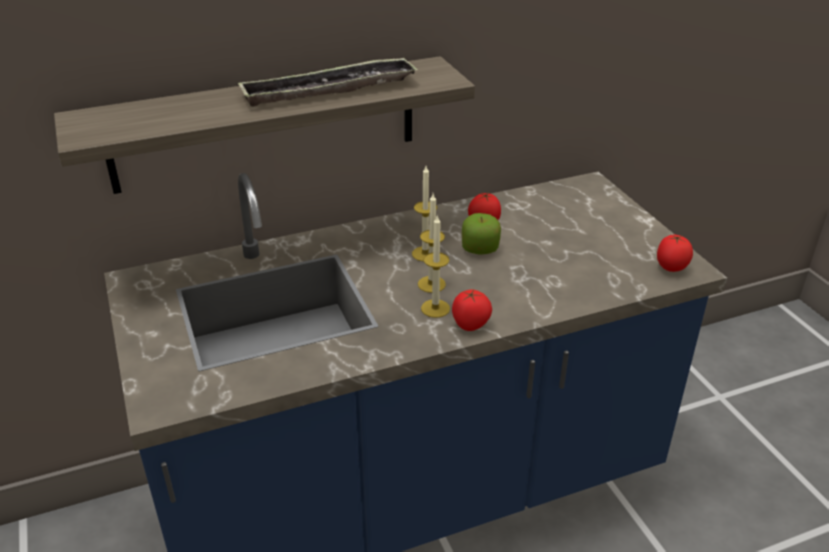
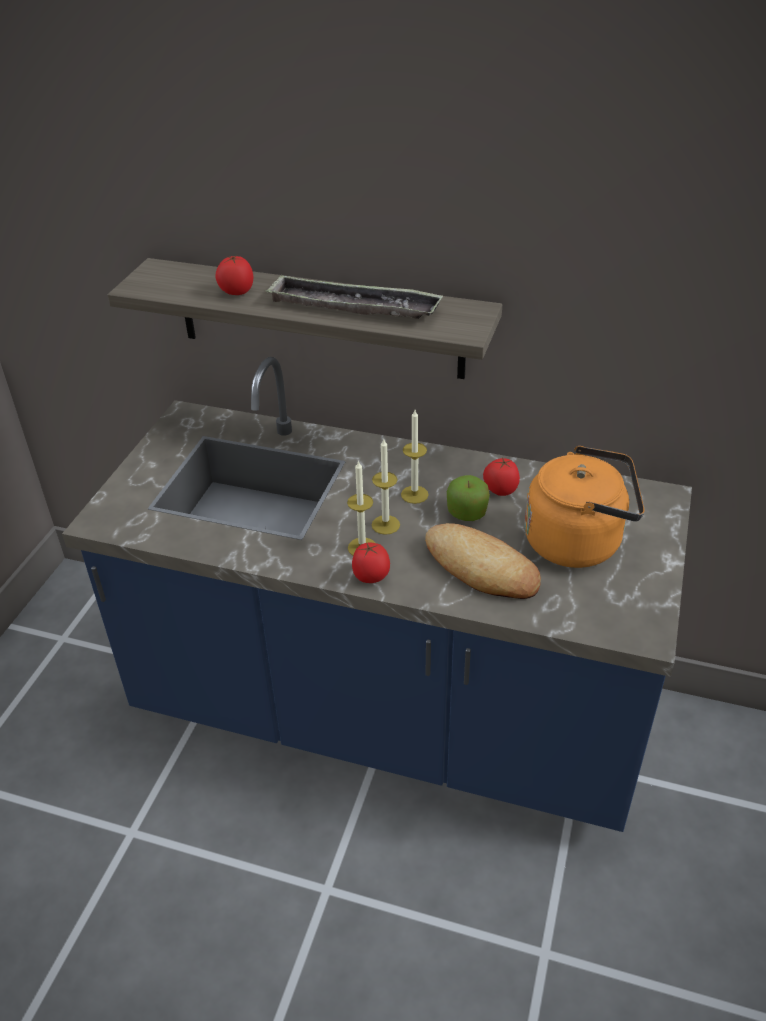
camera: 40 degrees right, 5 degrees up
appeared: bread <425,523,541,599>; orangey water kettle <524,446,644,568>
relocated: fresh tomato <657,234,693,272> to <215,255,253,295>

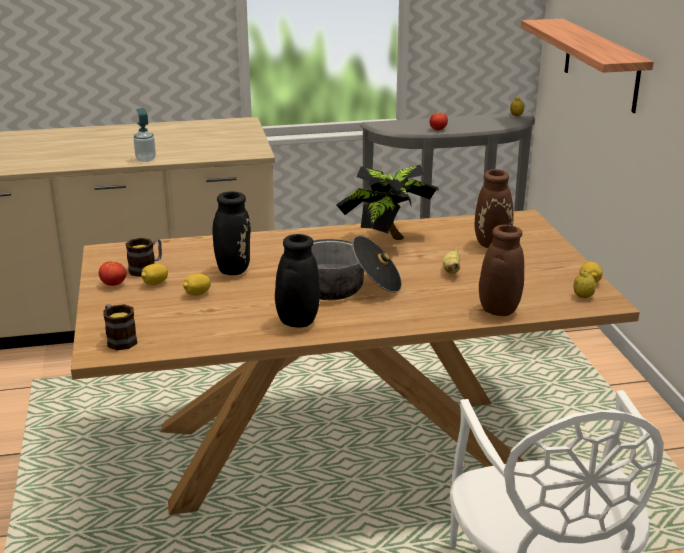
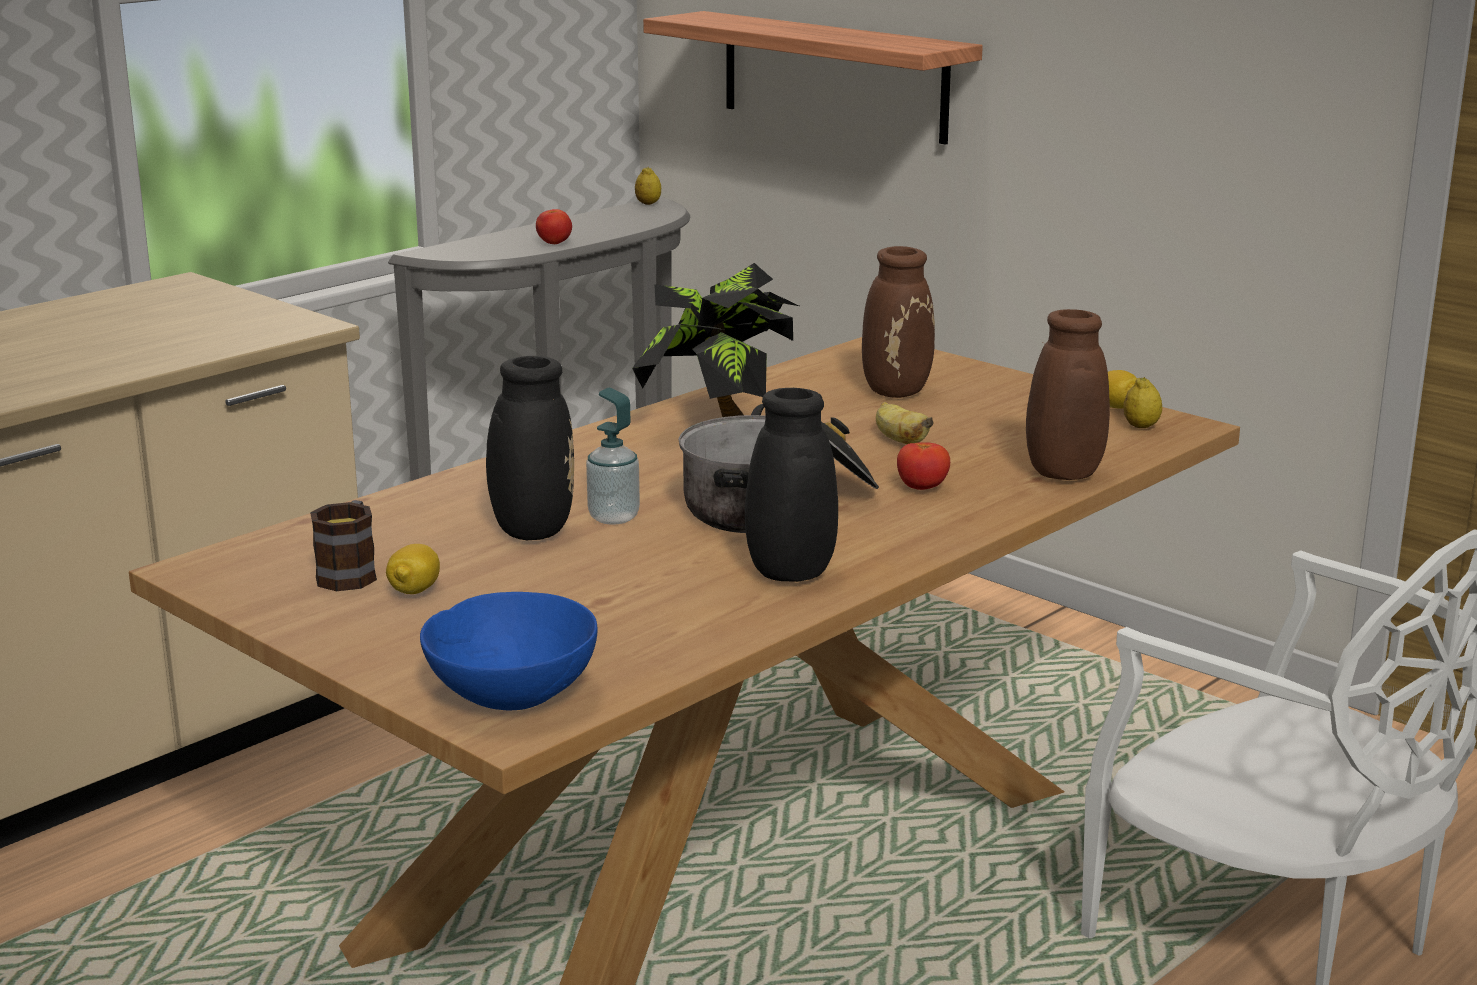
camera: 35 degrees left, 5 degrees down
missing: citrus fruit <183,274,211,296>
relocated: liquid soap bottle <133,108,156,162> to <586,388,640,525>; fresh tomato <99,261,126,286> to <897,442,950,490>
exchanged: coffee mug <103,304,137,350> to bluish deep dish <420,592,597,711>

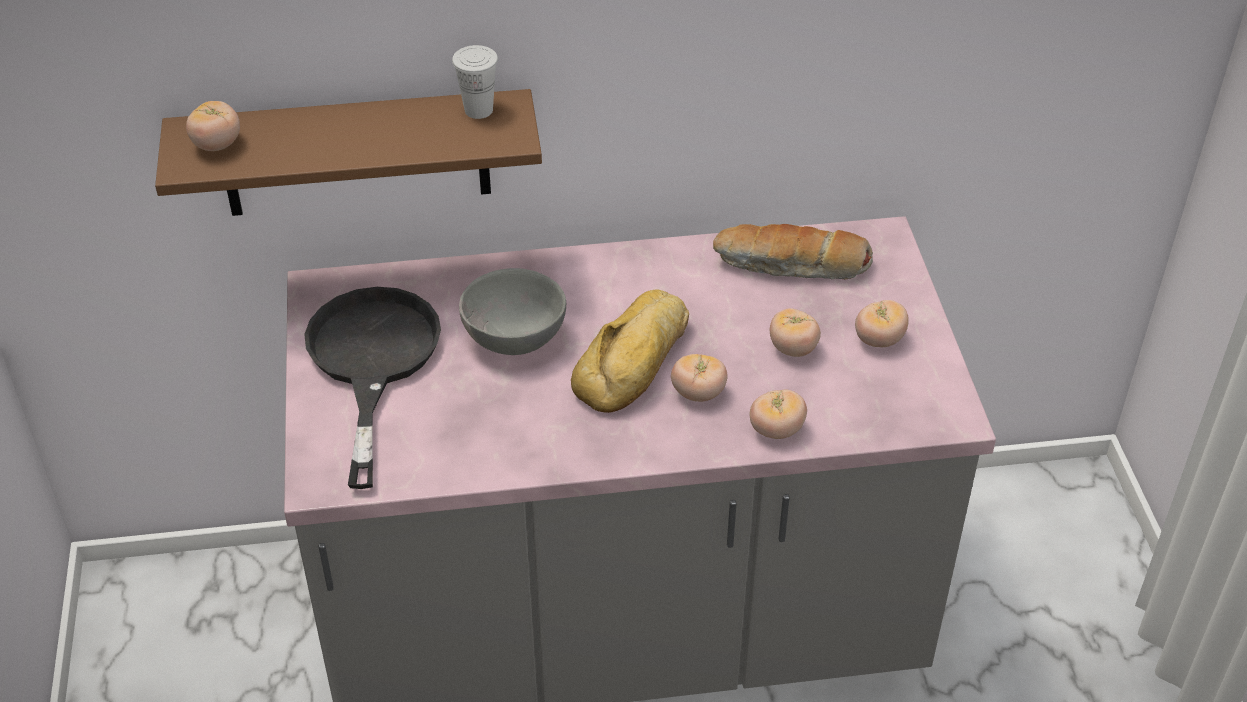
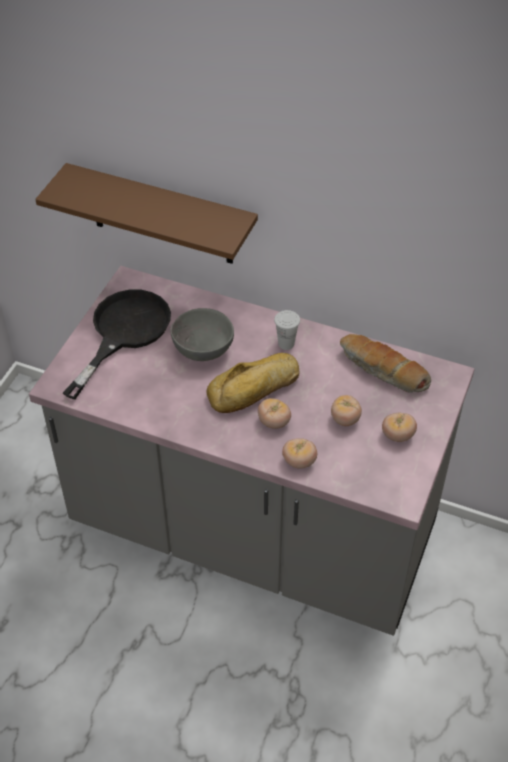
camera: 30 degrees right, 5 degrees up
missing: fresh tomato <186,101,240,151>
relocated: whitish small cup <452,45,498,119> to <274,310,300,350>

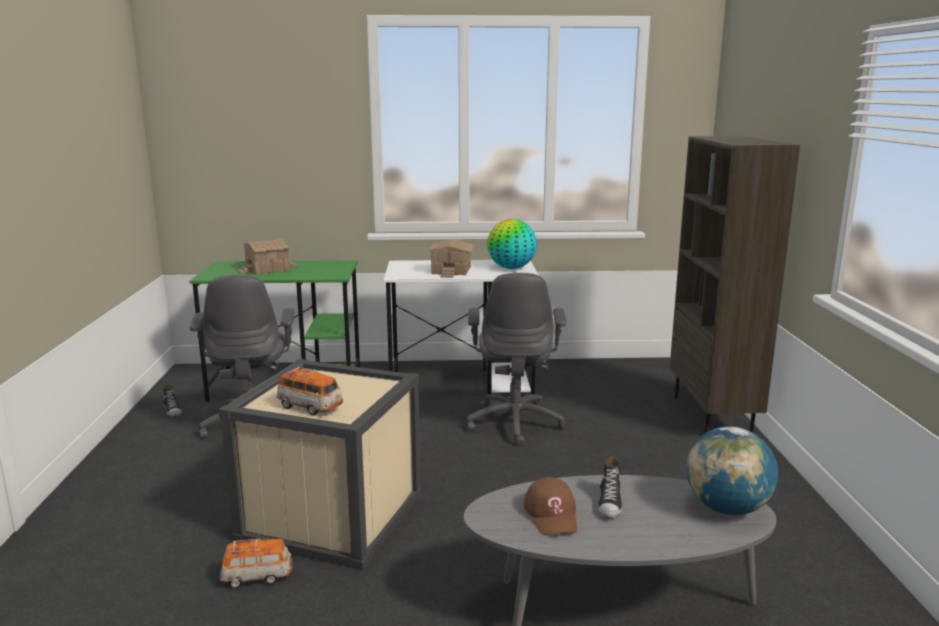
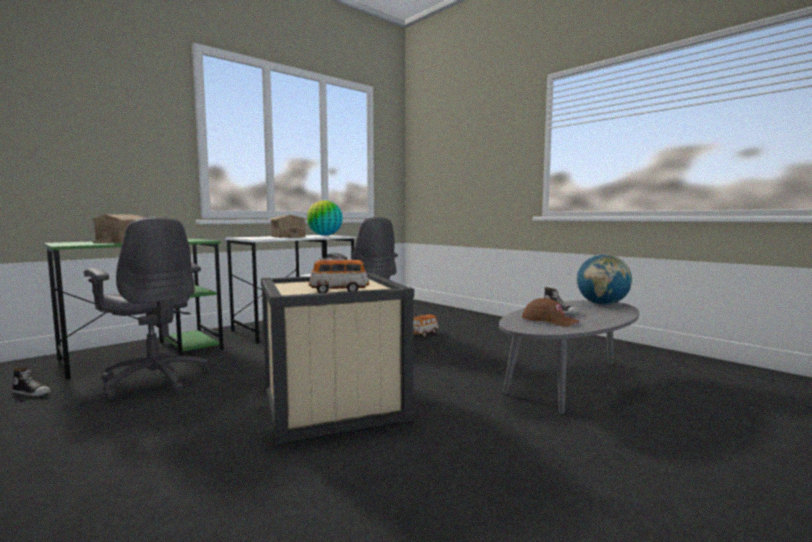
camera: 40 degrees left, 10 degrees down
missing: brown bookcase <670,136,800,434>
relocated: miniature car <219,539,293,589> to <413,315,439,337>

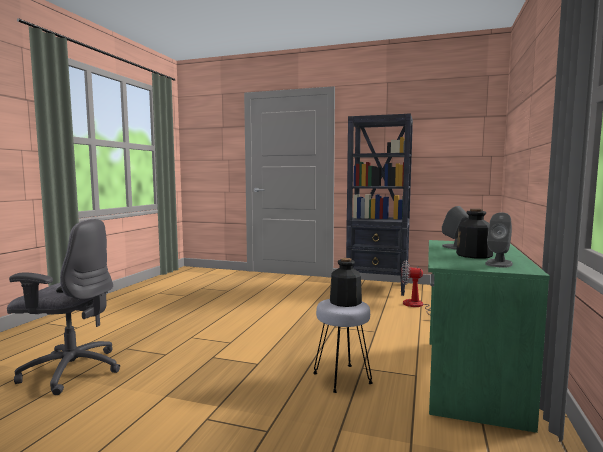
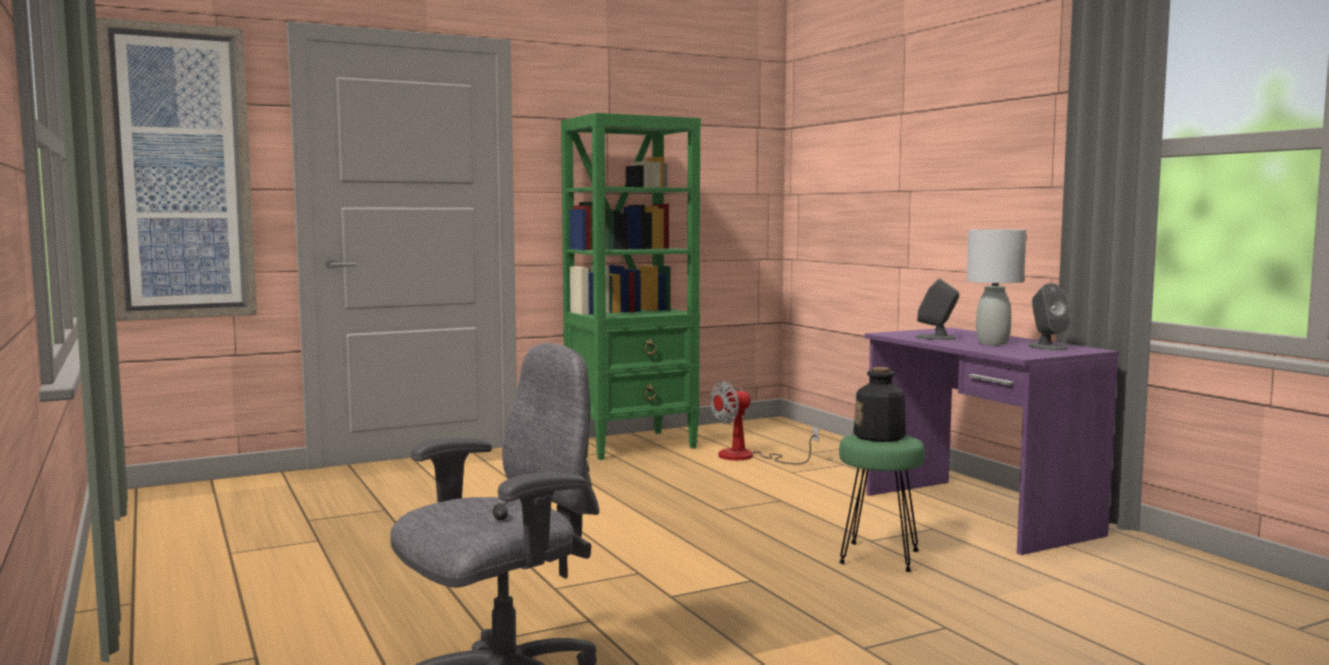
camera: 45 degrees left, 0 degrees up
appeared: wall picture <96,17,257,321>
exchanged: beverage bottle <456,209,493,259> to grey lamp for a table <967,229,1026,345>
colour: blackish bookcase <346,113,413,296> to greenish bookcase <561,113,701,460>; grey stool seat <313,299,373,393> to greenish stool seat <839,434,925,572>; greenish desk table <428,240,550,433> to purple-coloured desk table <864,328,1119,555>

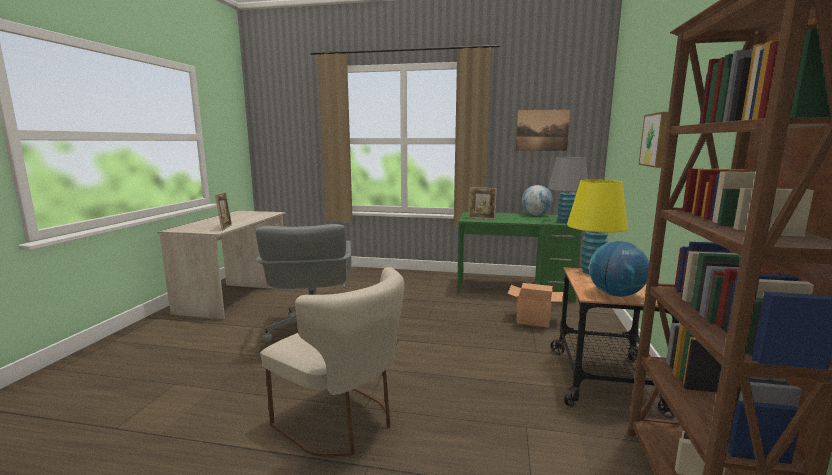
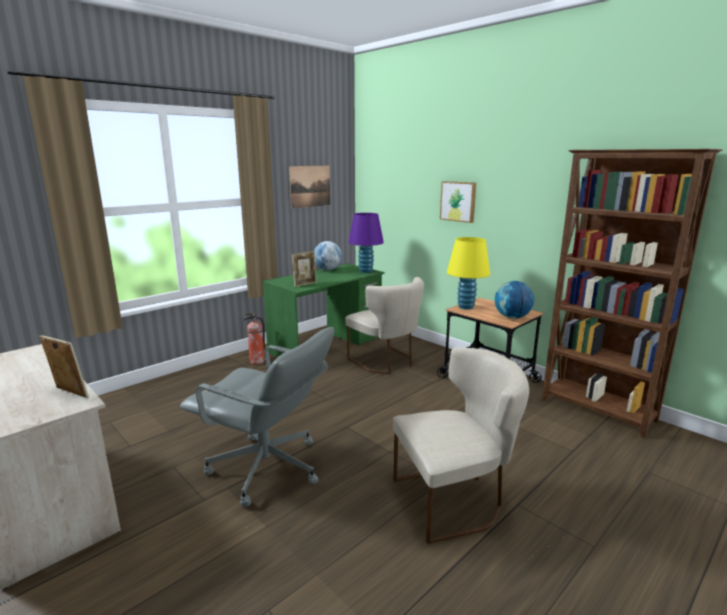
camera: 55 degrees left, 5 degrees up
appeared: extinguisher <242,313,265,364>
exchanged: packing box <508,283,563,328> to beige plain chair <345,277,424,374>
colour: grey lamp for a table <548,157,588,223> to purple-coloured lamp for a table <348,213,384,273>

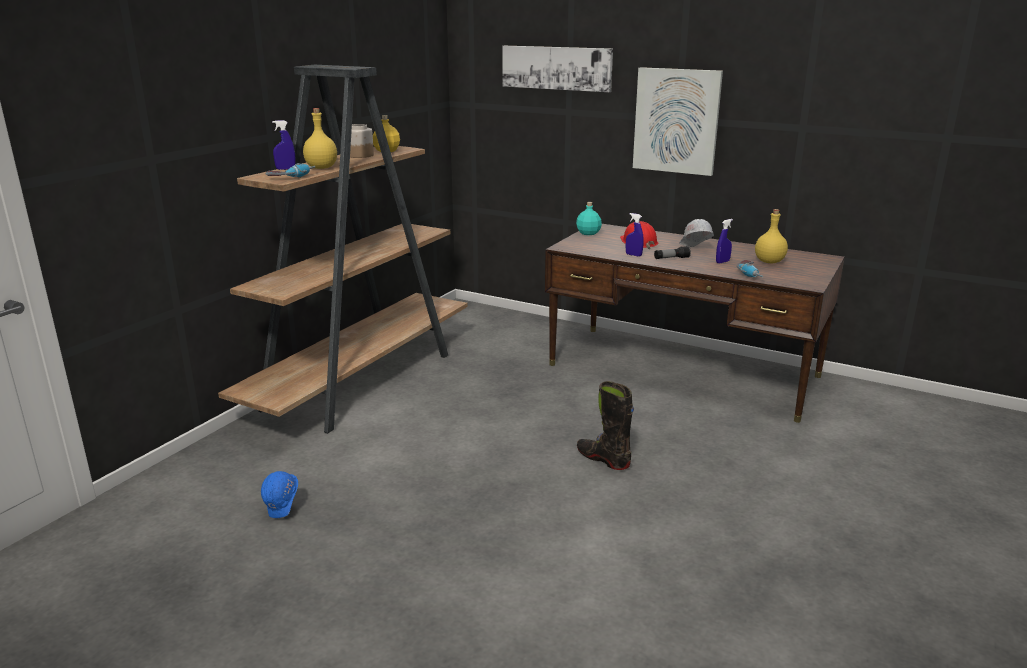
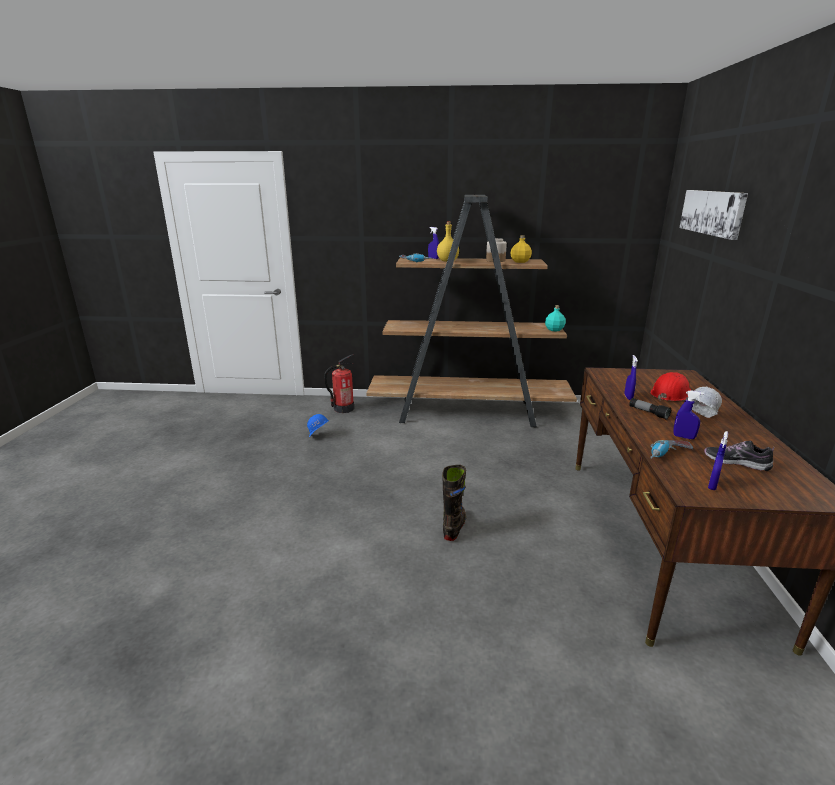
camera: 65 degrees right, 0 degrees up
missing: wall picture <633,67,723,176>
appeared: extinguisher <324,354,354,413>; bluish sprayer <708,431,728,490>
relocated: turquoise beverage bottle <576,202,602,235> to <545,305,566,331>
exchanged: yellowish beverage bottle <755,209,788,263> to shoe <704,440,774,471>

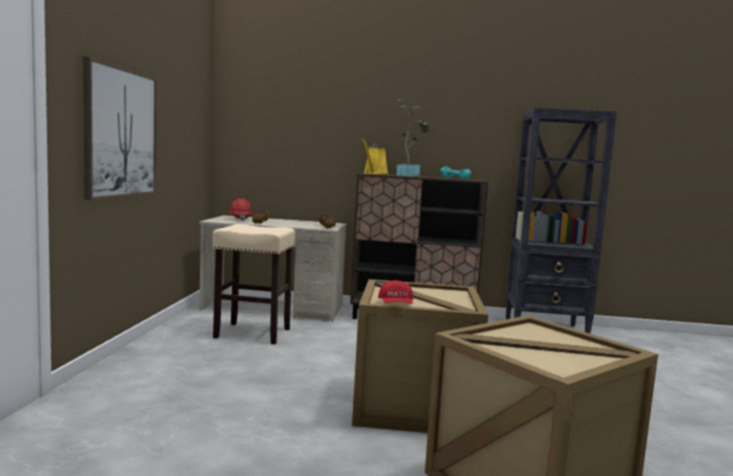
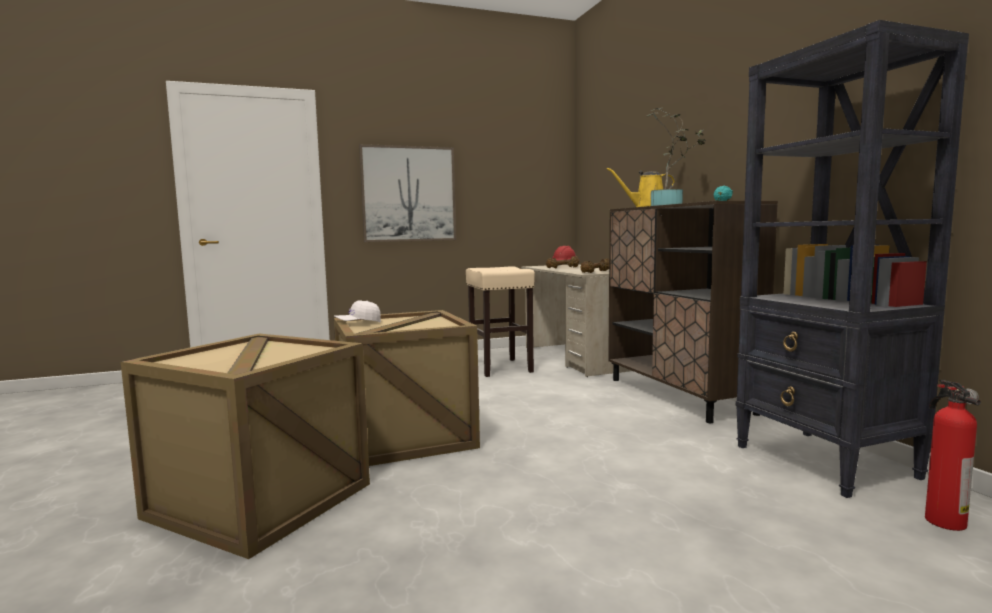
camera: 65 degrees right, 0 degrees up
appeared: extinguisher <925,380,981,531>
colour: reddish peaked cap <378,280,413,304> to whitish peaked cap <335,300,381,323>

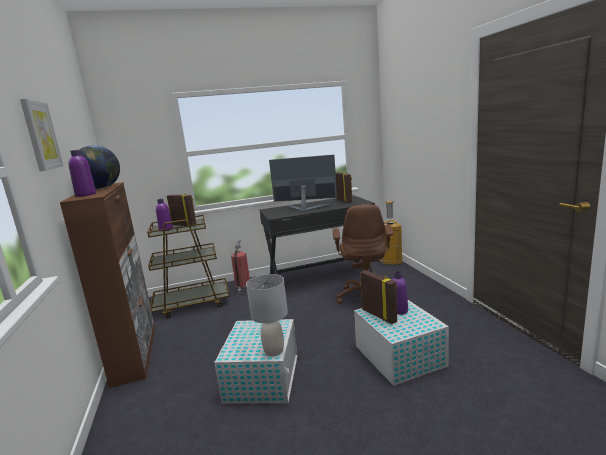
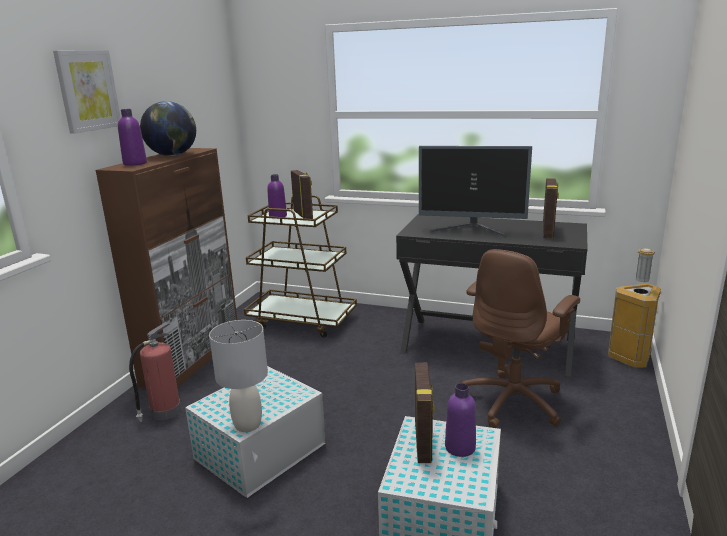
camera: 35 degrees right, 5 degrees up
relocated: extinguisher <231,240,250,293> to <129,322,181,422>
spun: computer screen <269,155,337,212> = <419,146,532,237> 150 degrees clockwise

